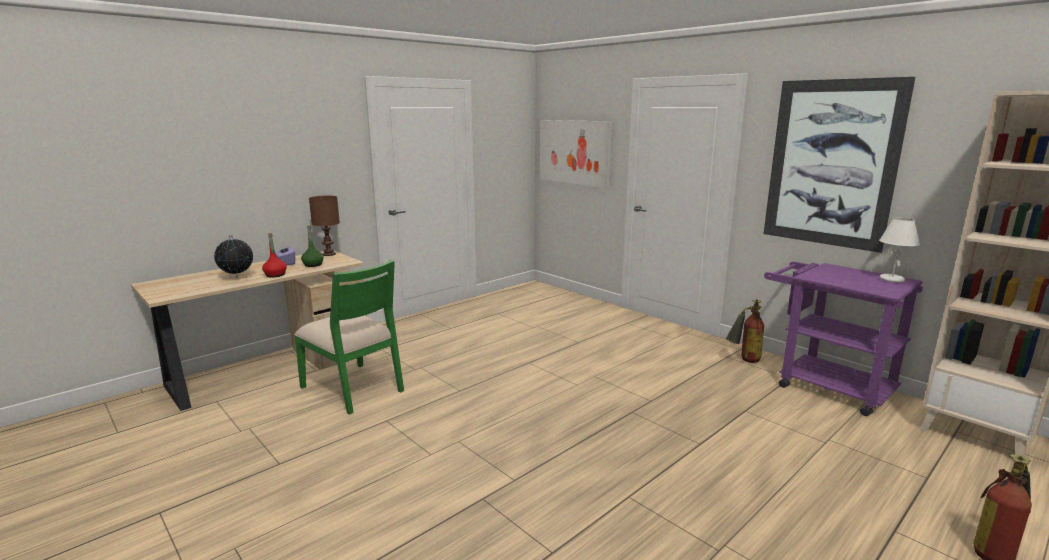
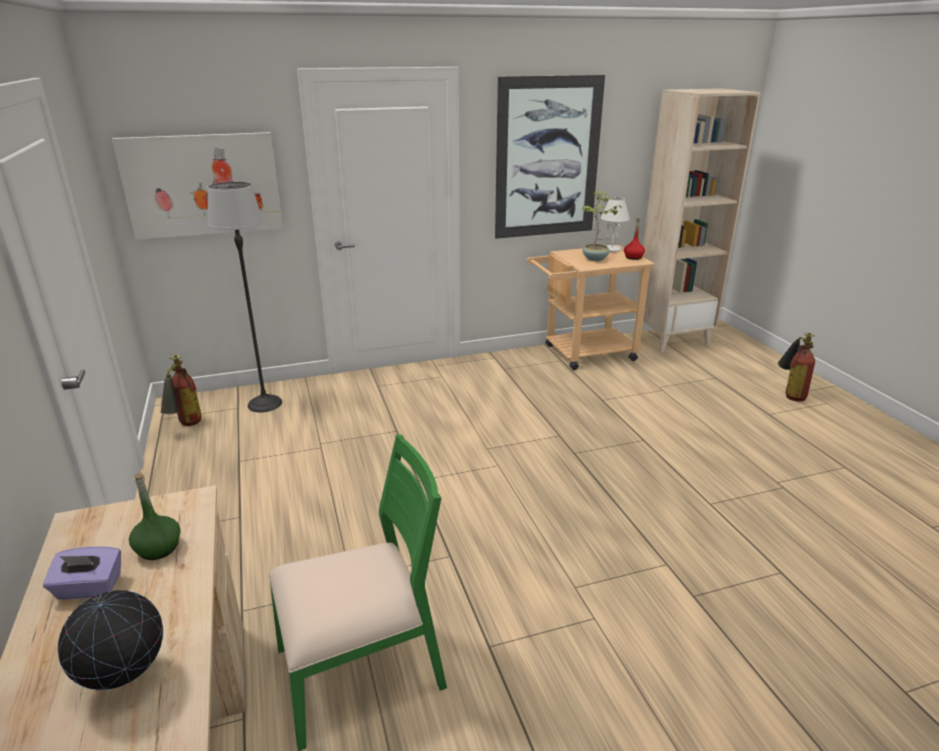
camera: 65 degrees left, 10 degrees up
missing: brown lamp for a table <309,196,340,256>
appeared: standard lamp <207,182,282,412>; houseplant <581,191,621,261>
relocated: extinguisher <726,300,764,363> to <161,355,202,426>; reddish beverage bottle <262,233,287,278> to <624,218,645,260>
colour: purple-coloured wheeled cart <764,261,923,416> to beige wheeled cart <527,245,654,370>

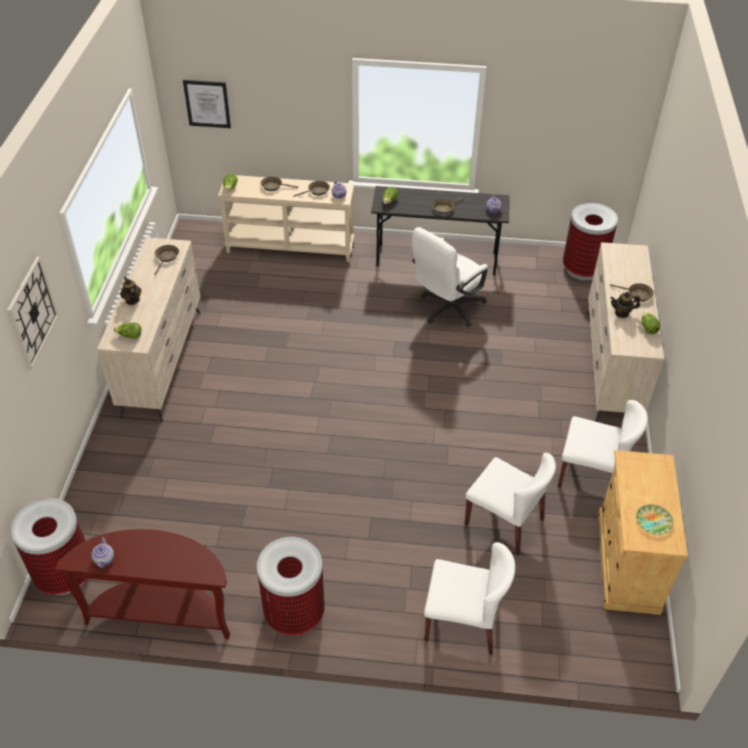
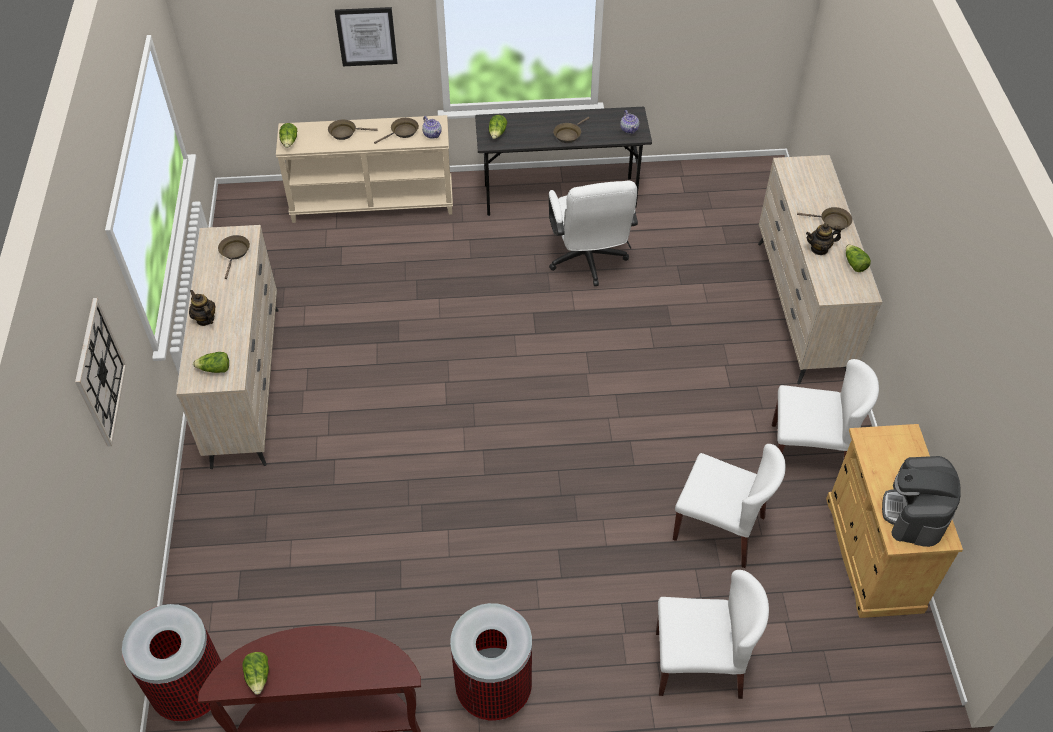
camera: 10 degrees left, 5 degrees up
missing: trash can <563,203,618,281>
relocated: wall picture <183,80,231,128> to <335,7,397,66>
exchanged: tea pot <91,537,114,568> to lettuce <242,652,269,695>; plate <636,504,673,535> to coffee machine <882,456,960,547>
spun: whitish office chair <412,227,488,327> = <548,181,638,286> 45 degrees counterclockwise

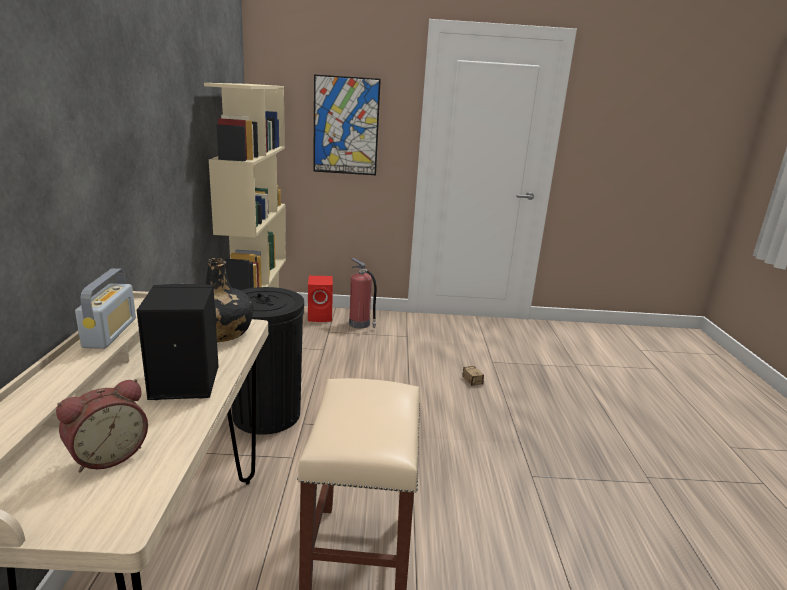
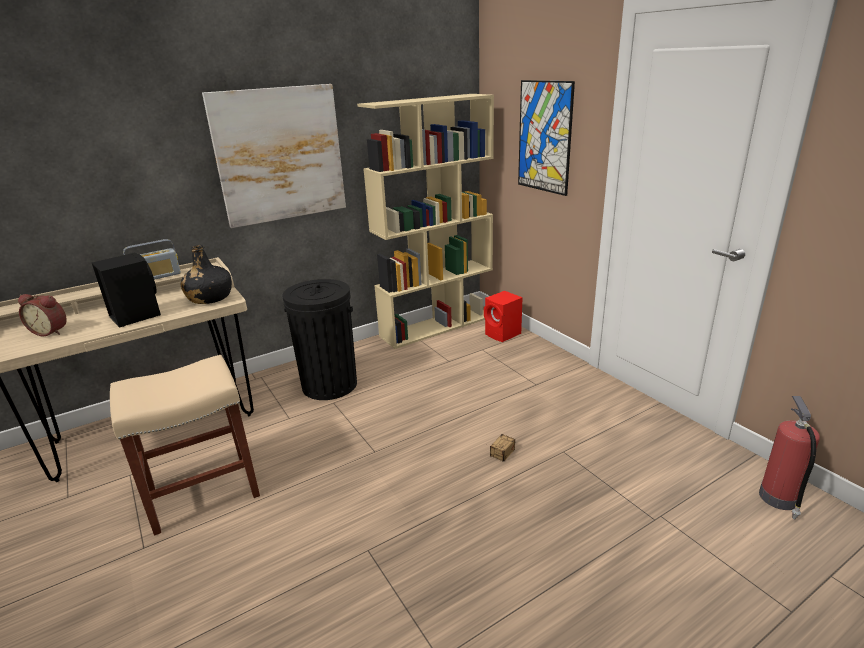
camera: 60 degrees right, 5 degrees up
appeared: wall picture <202,84,346,228>
relocated: extinguisher <349,258,377,329> to <759,396,820,519>

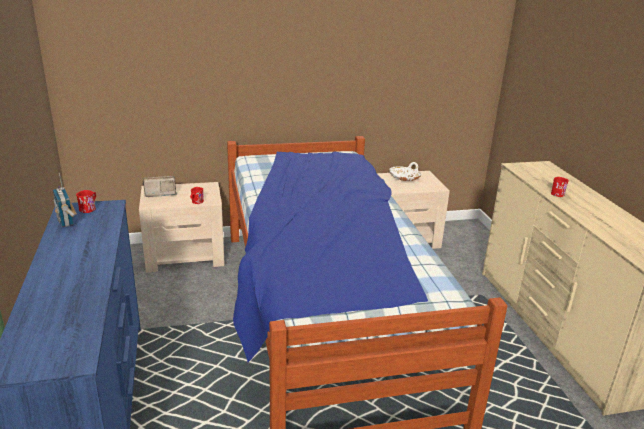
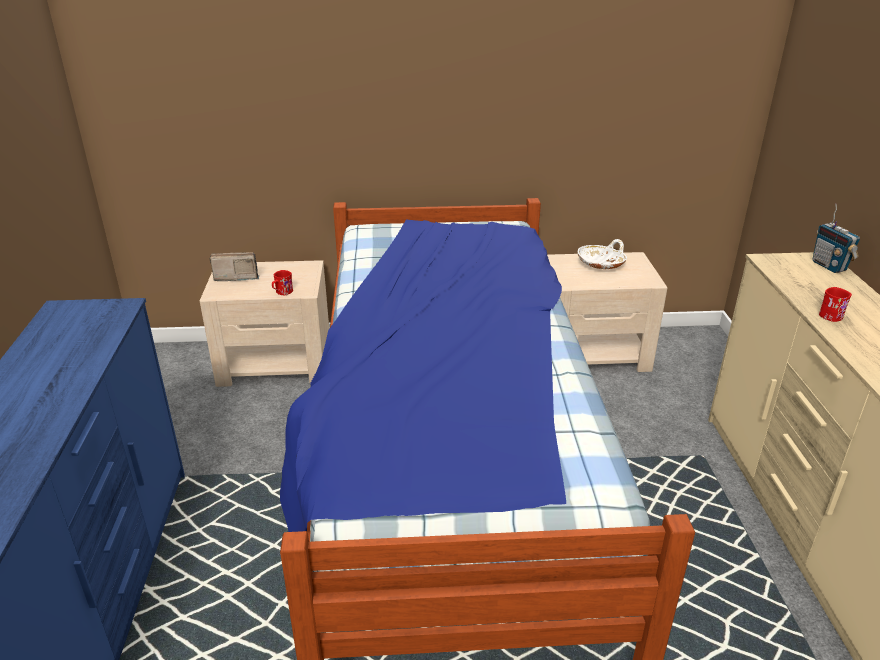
camera: 10 degrees right, 5 degrees up
missing: reddish coffee mug <76,190,96,213>
relocated: radio <53,172,77,227> to <812,204,860,273>

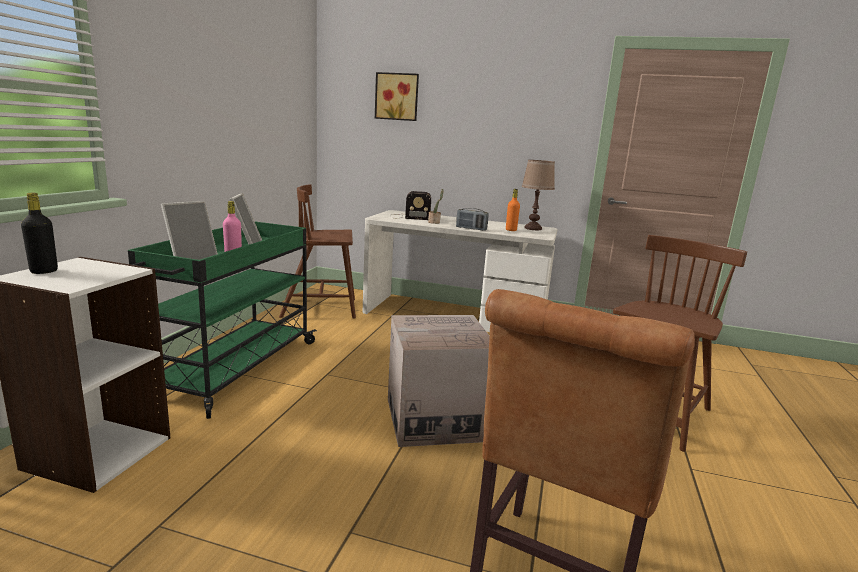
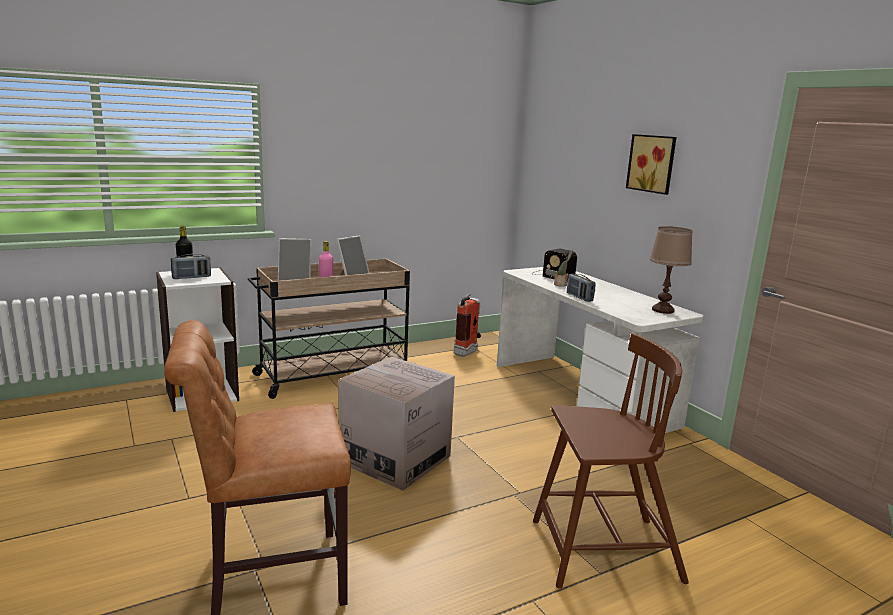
camera: 45 degrees right, 0 degrees up
missing: orangey beverage bottle <506,189,520,231>
appeared: radio <171,254,211,279>
relocated: wall picture <375,72,419,121> to <626,134,677,195>
exchanged: brown plain chair <279,184,356,319> to extinguisher <454,293,481,357>
colour: greenish wheeled cart <128,221,317,419> to beige wheeled cart <248,259,410,399>

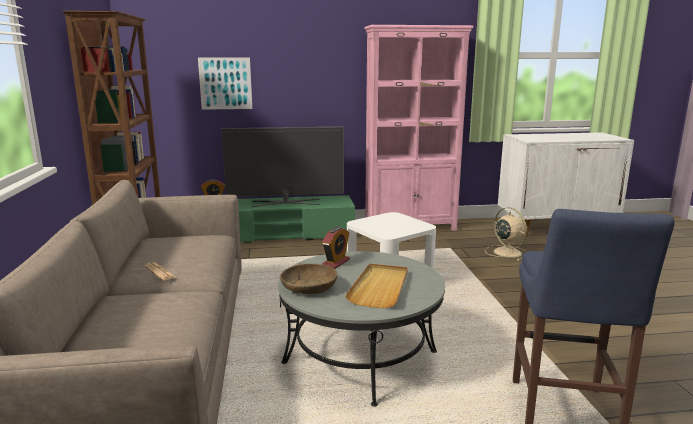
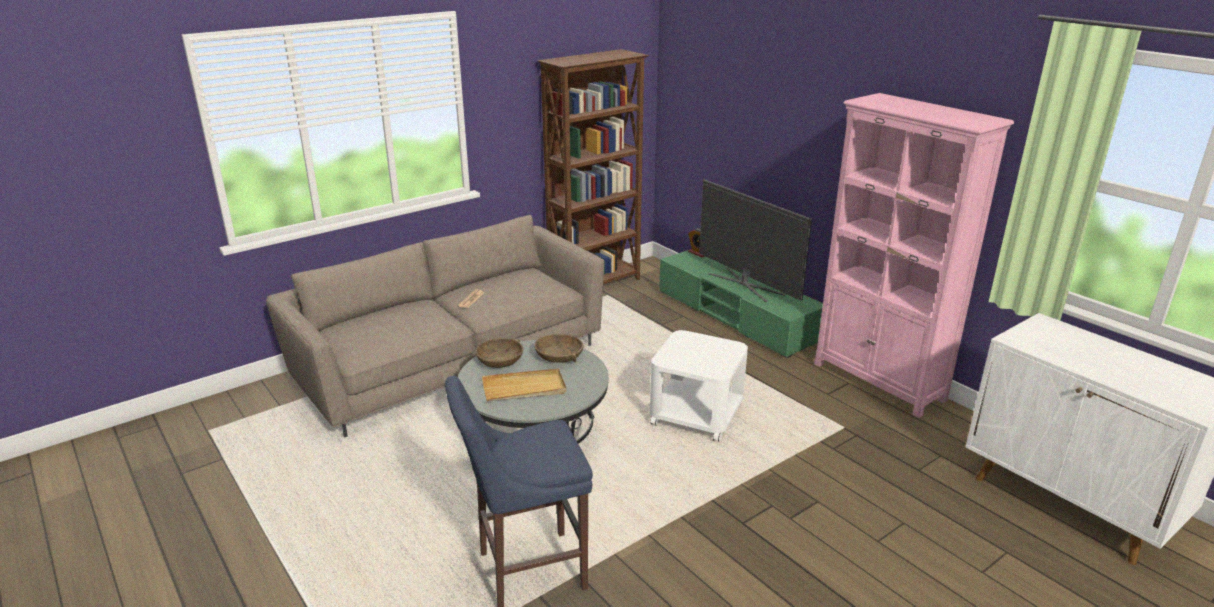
camera: 60 degrees right, 10 degrees up
missing: wall picture <198,57,252,110>; beige fan <485,207,527,261>
exchanged: bedside clock <322,227,350,269> to brown deep dish <535,334,584,363>

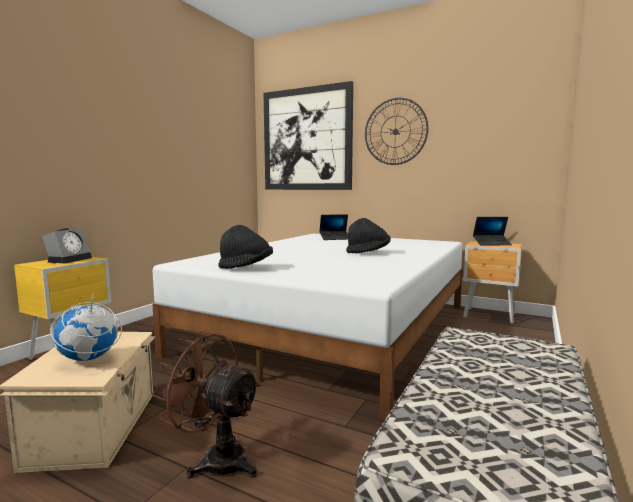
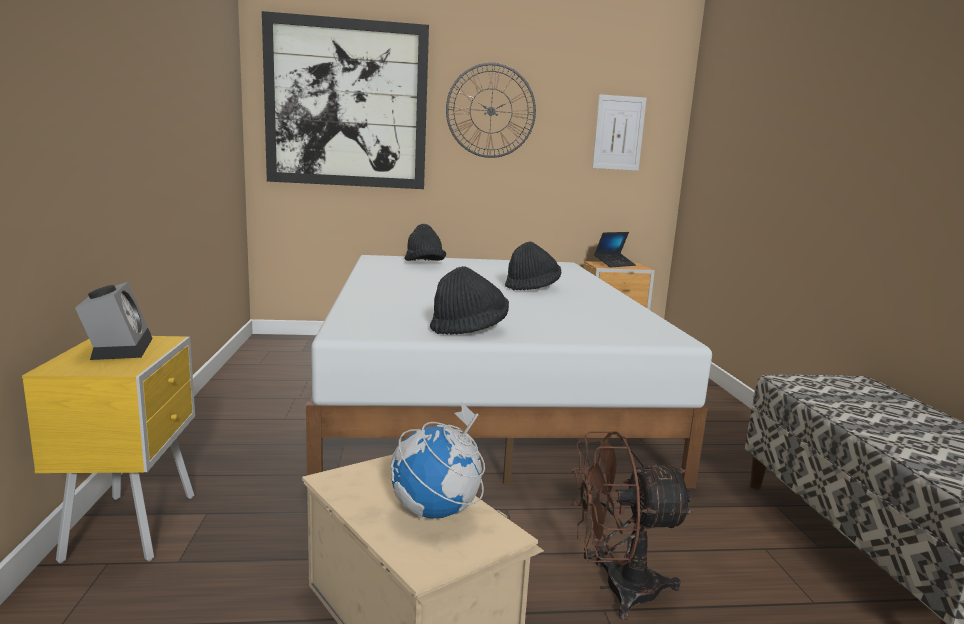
camera: 35 degrees left, 5 degrees up
appeared: wall picture <592,94,647,171>
exchanged: notebook computer <319,214,348,240> to blackish hat <405,224,446,261>

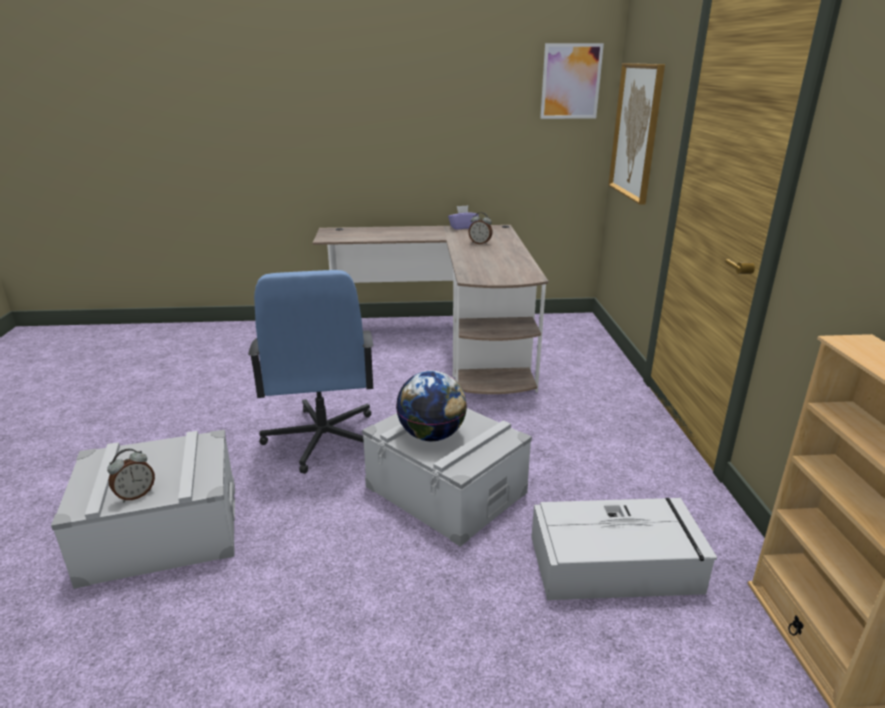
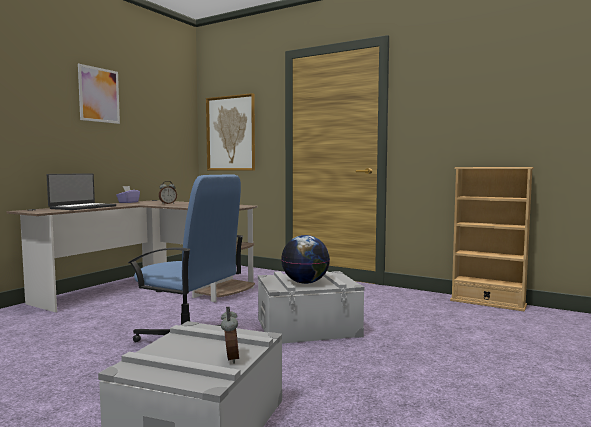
camera: 55 degrees left, 20 degrees down
missing: grey storage box <531,497,717,600>
appeared: notebook computer <47,173,116,210>
relocated: wall picture <540,43,604,119> to <78,64,120,124>

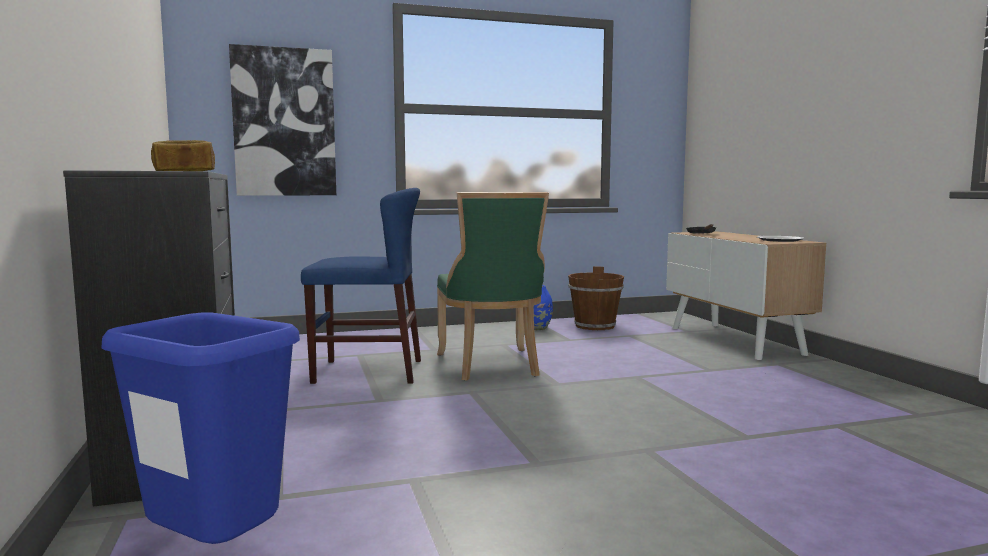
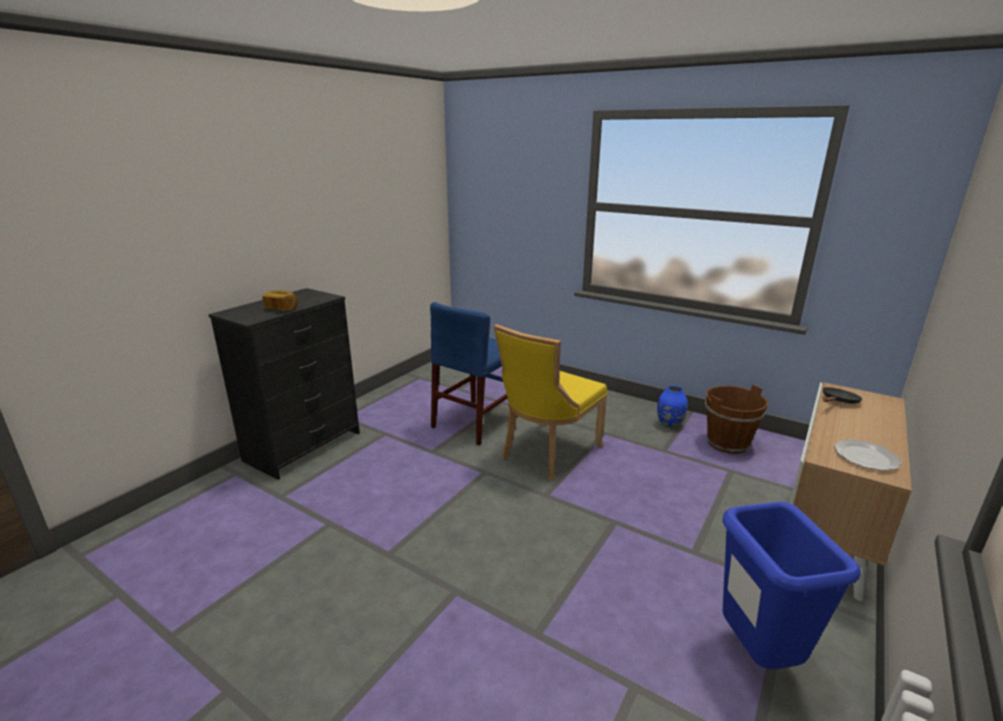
camera: 50 degrees right, 15 degrees up
missing: wall picture <229,44,336,196>
relocated: bluish trash can <101,312,300,544> to <722,502,861,669>
colour: greenish plain chair <437,192,549,381> to yellowish plain chair <494,324,607,480>
spun: bluish plain chair <301,188,421,384> = <430,302,517,445> 75 degrees clockwise

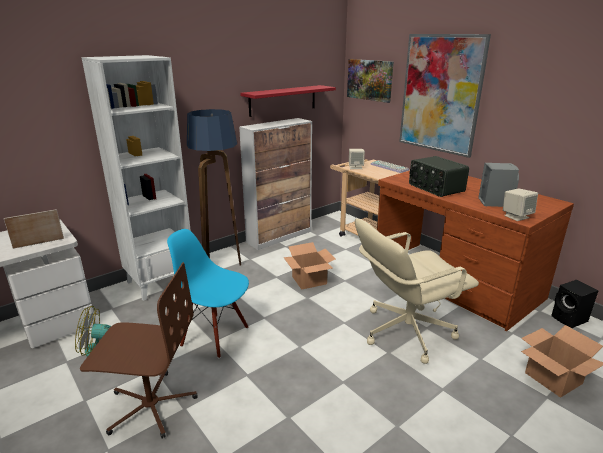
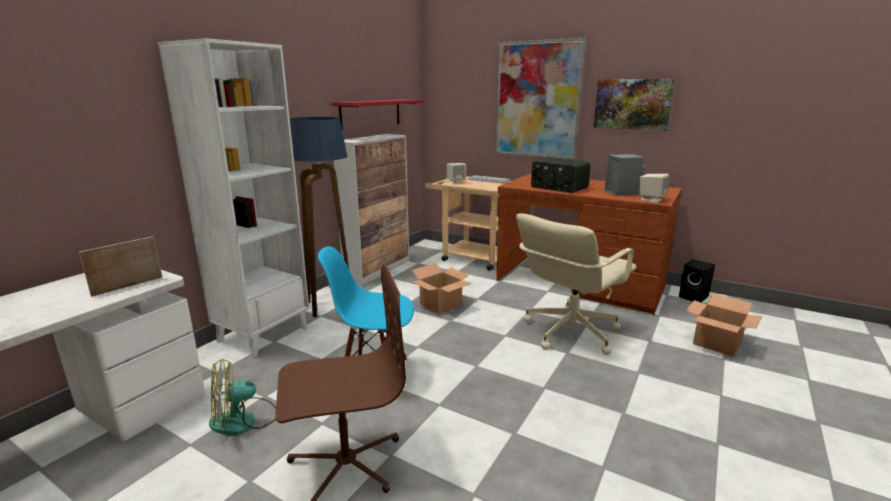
camera: 20 degrees left, 5 degrees down
relocated: wall picture <347,59,394,103> to <593,79,675,130>

